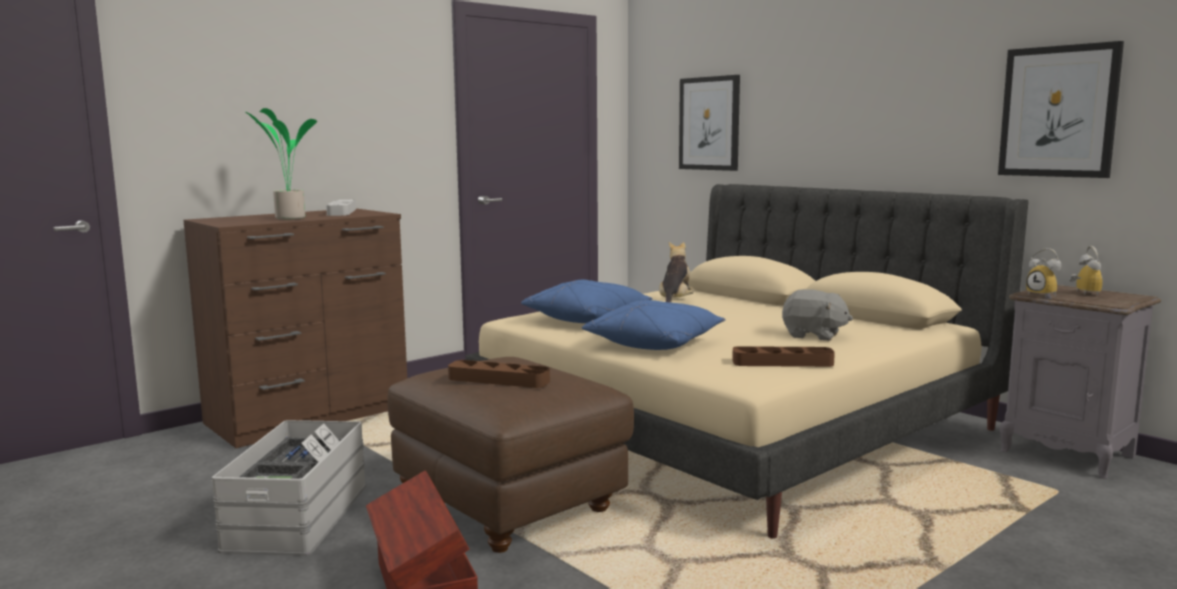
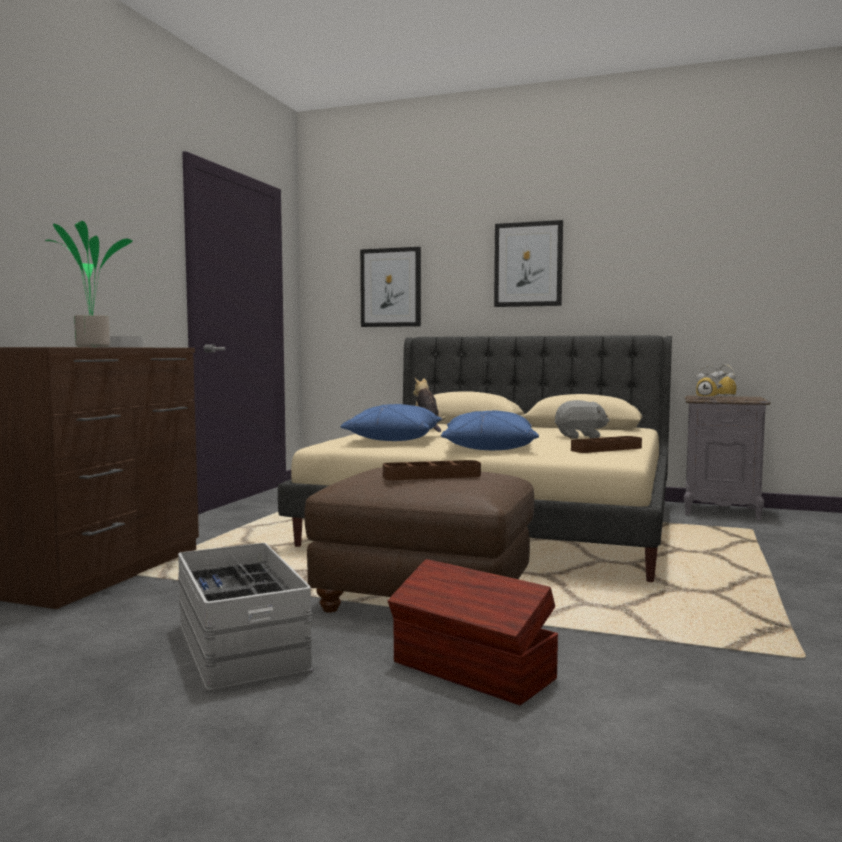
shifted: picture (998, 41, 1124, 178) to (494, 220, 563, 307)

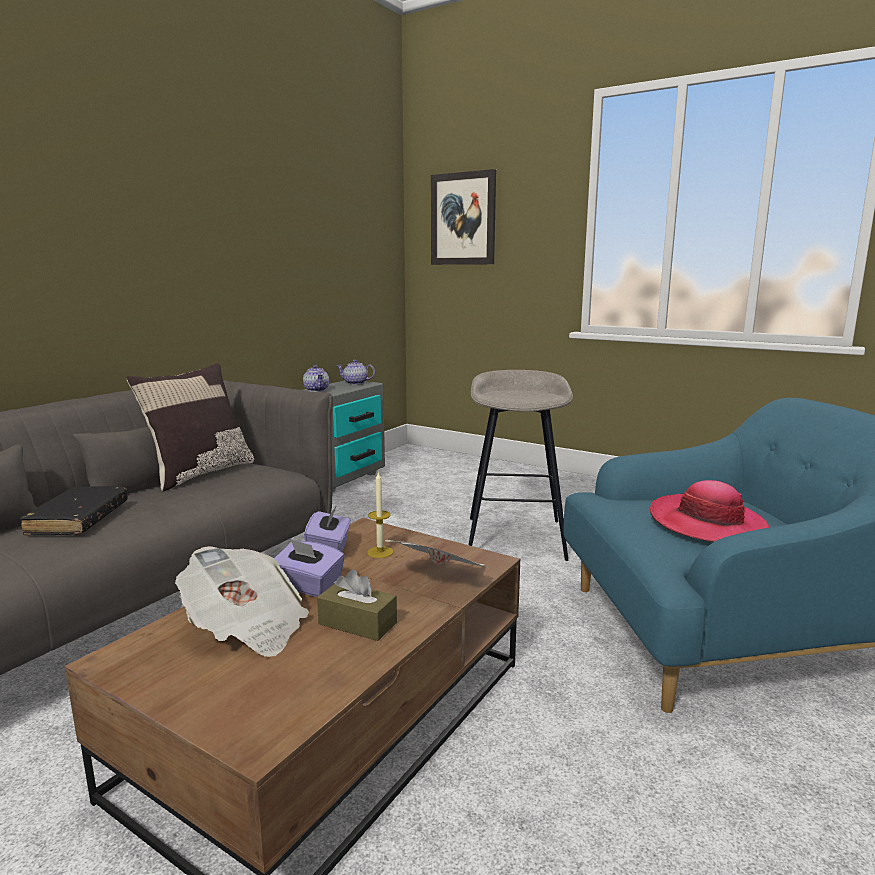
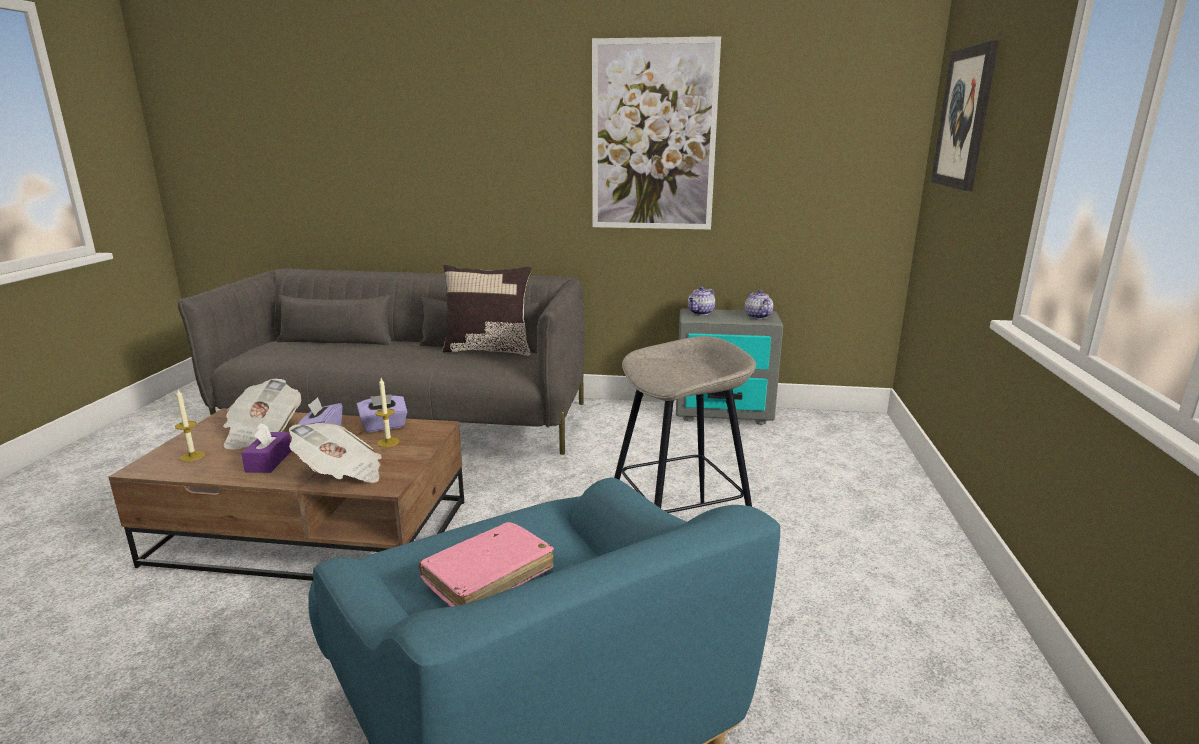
gone: black book (20, 486, 128, 535)
new: candle (175, 390, 205, 462); picture (592, 36, 721, 230)
swapped: hat (650, 480, 769, 542) to pink book (419, 522, 554, 607)
repainted: brown tissue box (317, 570, 397, 641) to purple tissue box (241, 423, 291, 473)

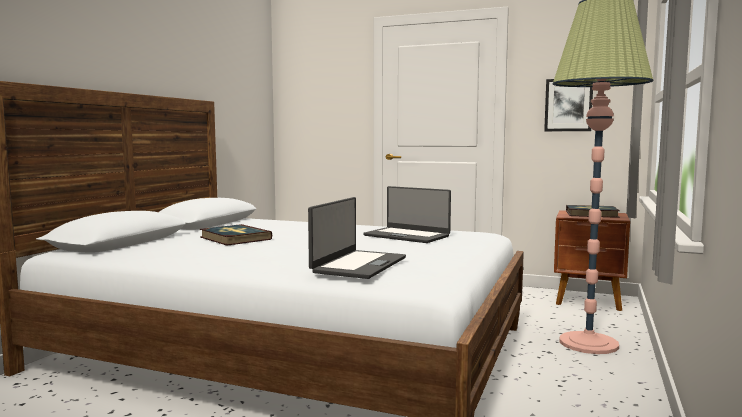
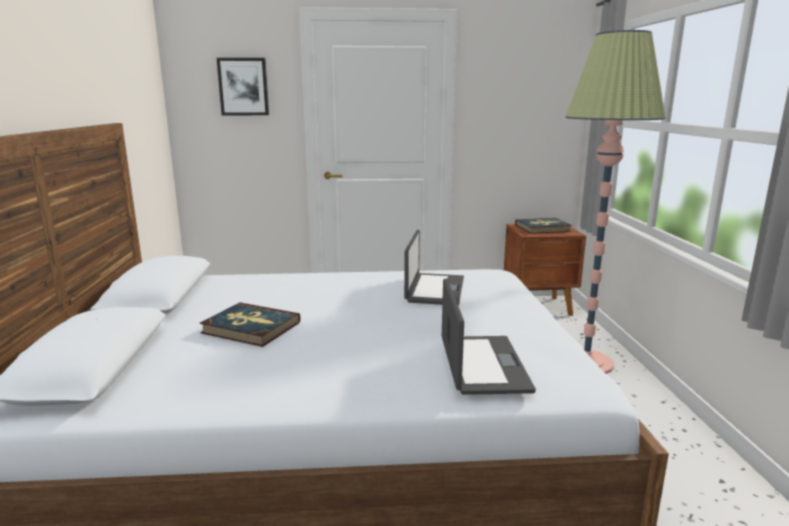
shifted: picture (544, 79, 593, 131) to (217, 58, 269, 115)
rotated: laptop (363, 186, 451, 243) = (404, 230, 464, 305) 90 degrees counterclockwise

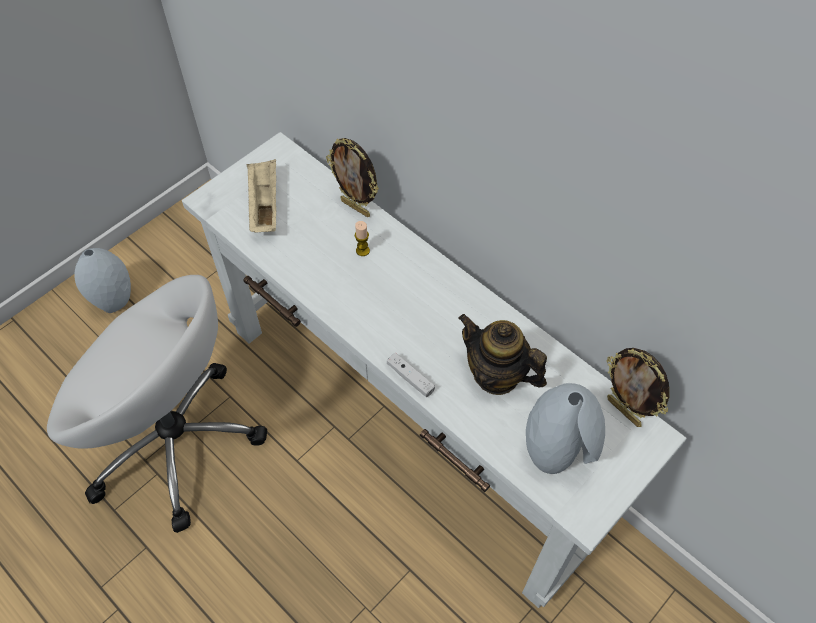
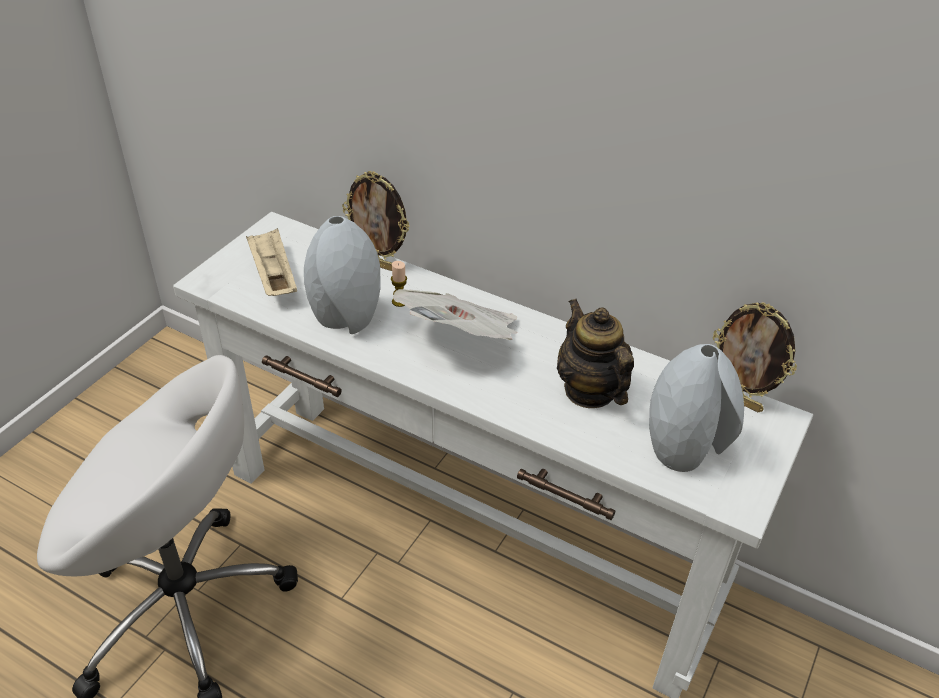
gone: white game controller (387, 353, 435, 397)
new: newspaper (393, 289, 517, 340)
shifted: grey vase (74, 248, 131, 313) to (304, 216, 381, 334)
rotated: teapot (458, 314, 547, 395) = (557, 299, 634, 408) 45 degrees clockwise

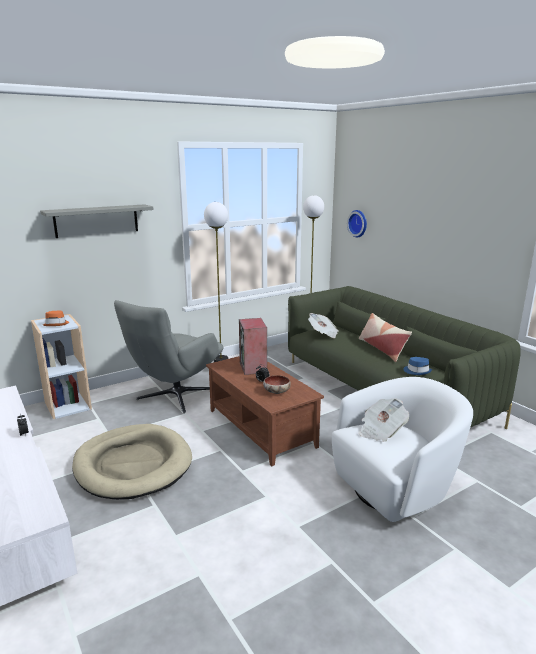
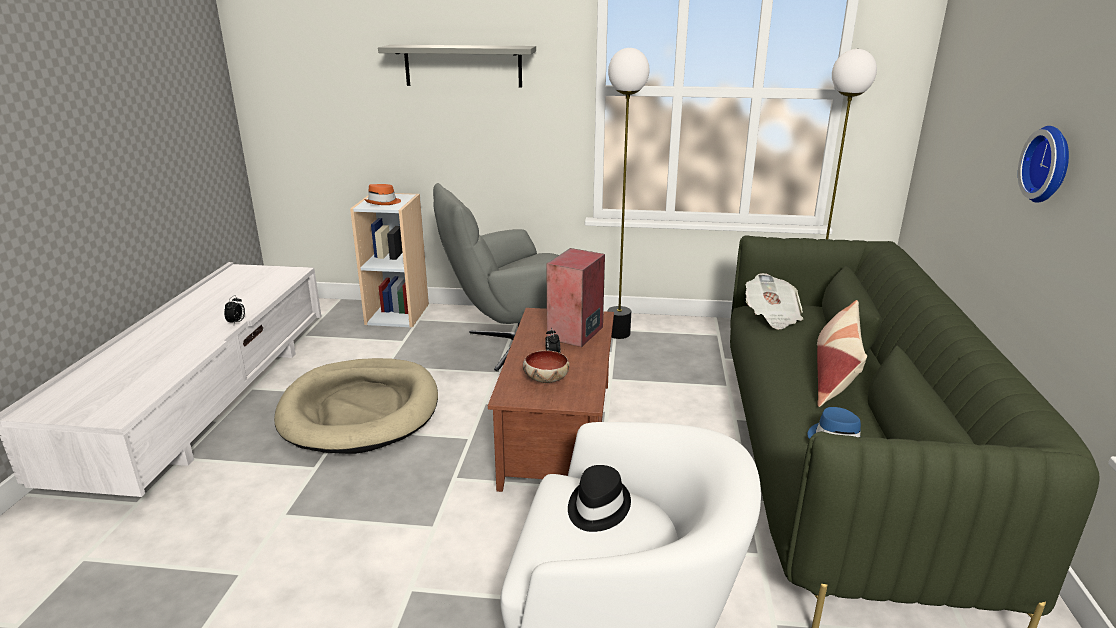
shifted: wall clock (347, 210, 367, 238) to (1018, 126, 1069, 203)
swapped: newspaper (359, 398, 409, 442) to black hat (568, 465, 631, 532)

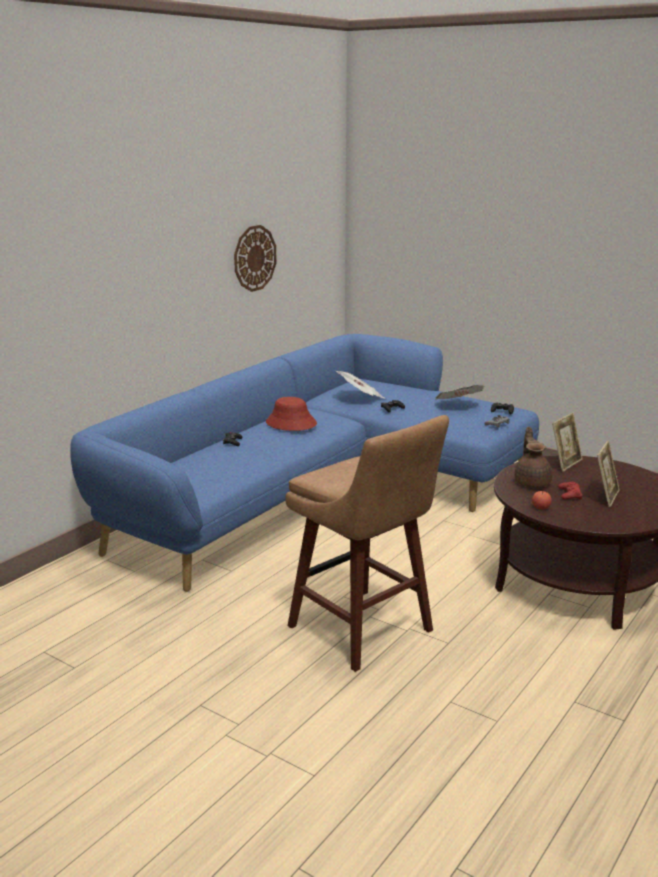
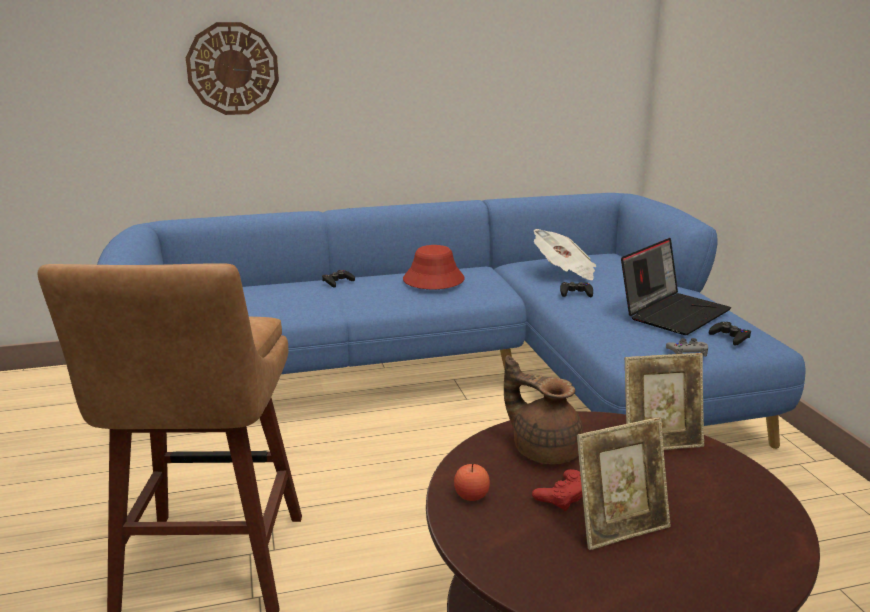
shifted: wall clock (234, 225, 277, 292) to (186, 22, 279, 115)
swapped: newspaper (436, 385, 484, 399) to laptop (621, 238, 731, 335)
rotated: brown teapot (514, 427, 552, 487) = (504, 355, 584, 464) 90 degrees counterclockwise

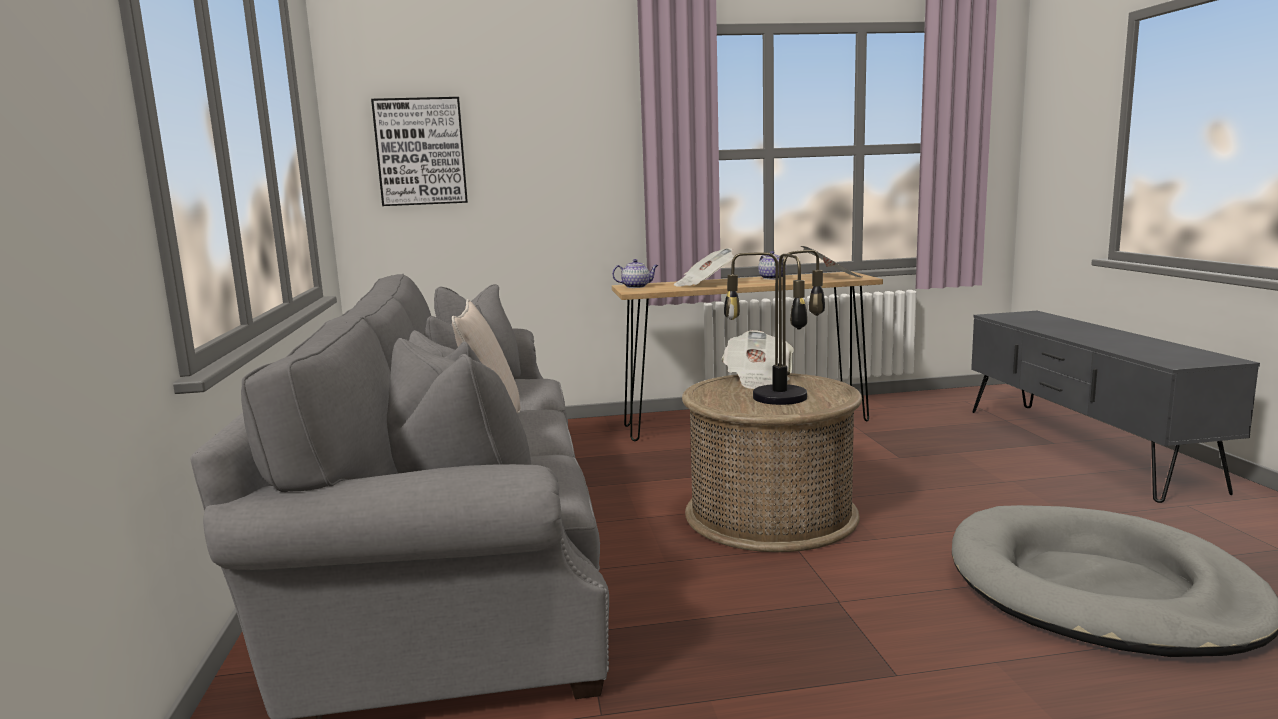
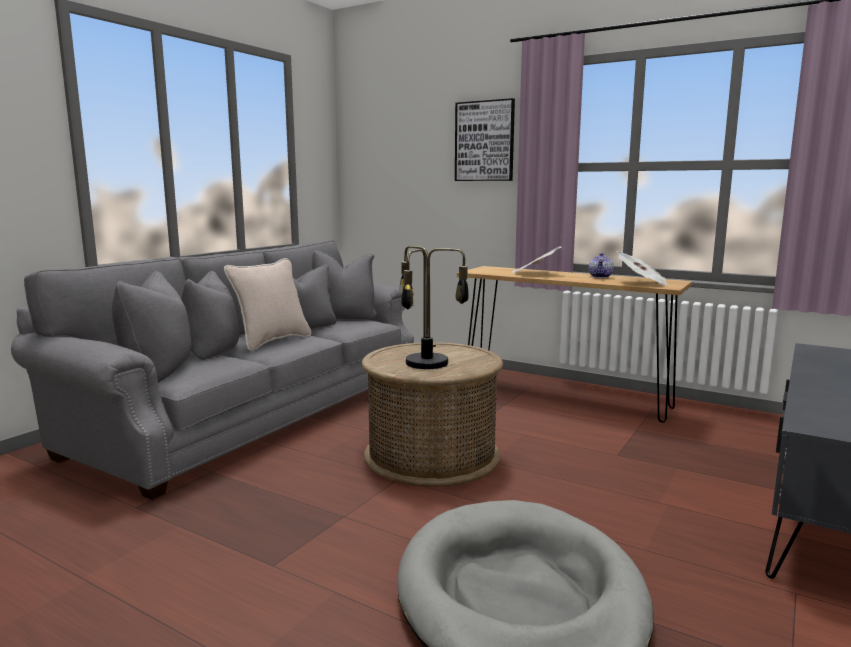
gone: teapot (612, 259, 658, 288); newspaper (722, 330, 794, 389)
shifted: picture (371, 97, 468, 206) to (455, 98, 515, 181)

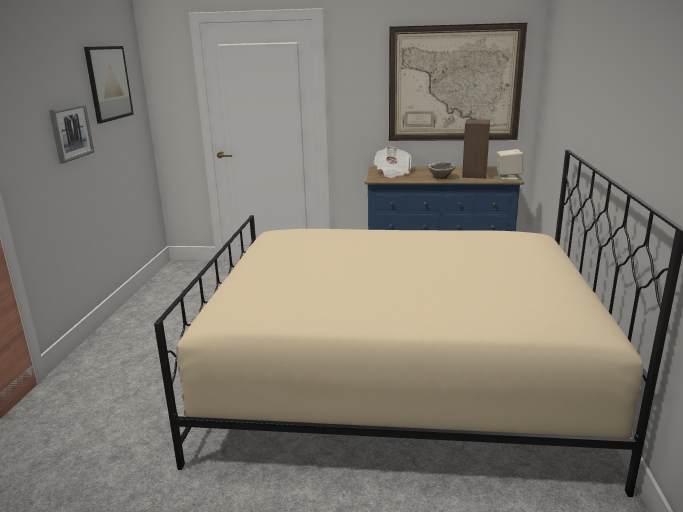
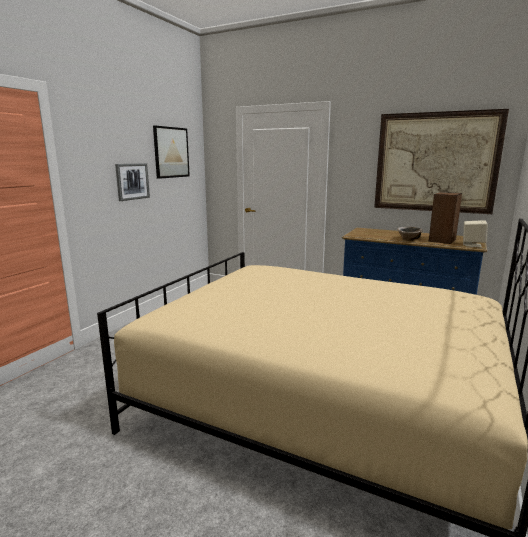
gone: newspaper (373, 147, 412, 178)

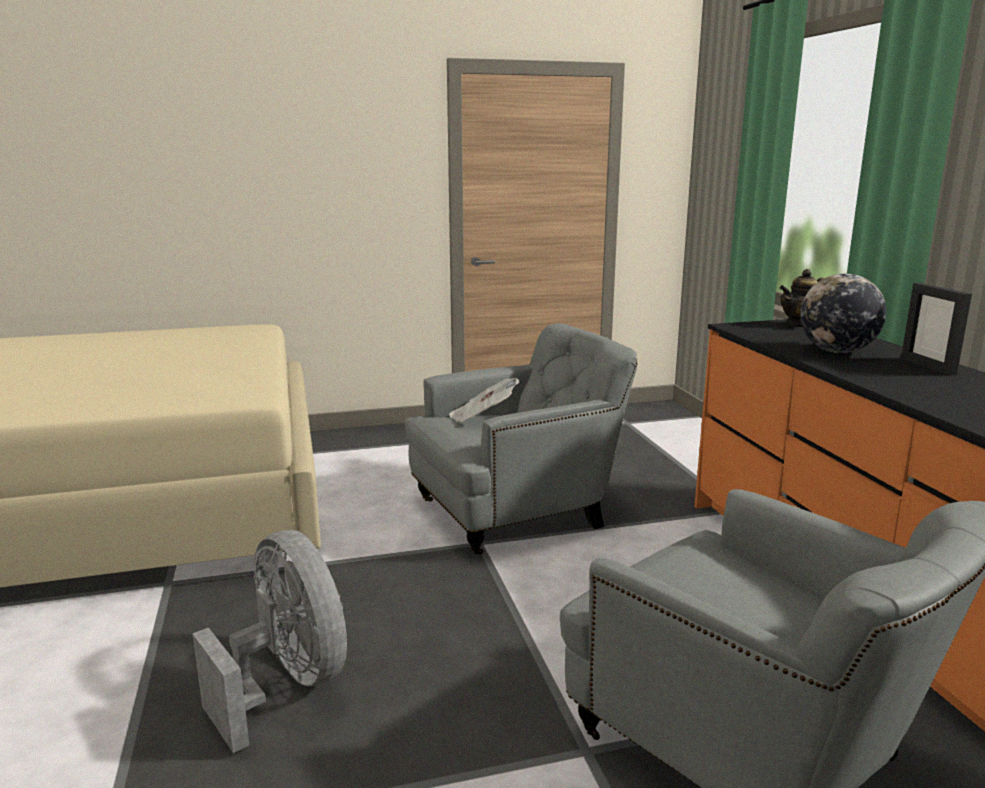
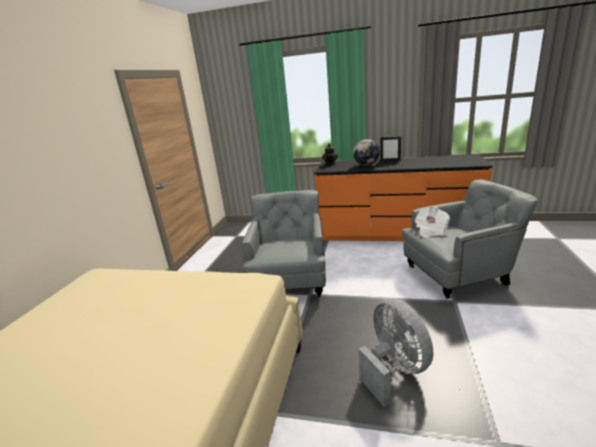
shifted: newspaper (449, 378, 519, 423) to (415, 206, 450, 237)
rotated: grey fan (192, 530, 347, 753) = (359, 299, 433, 407) 75 degrees clockwise

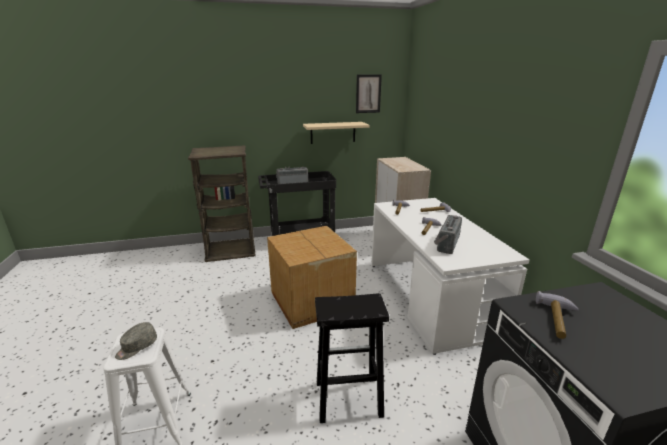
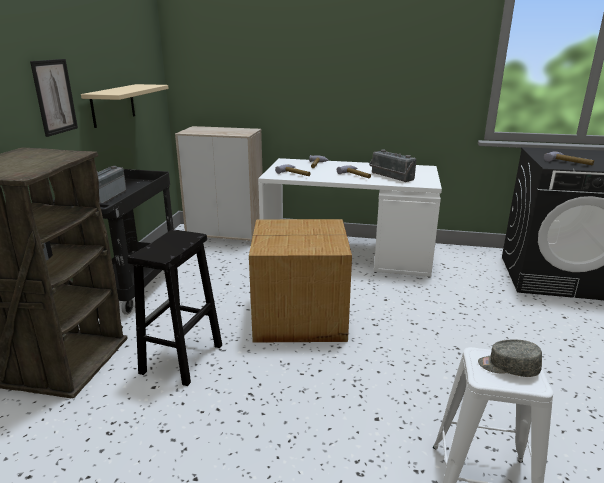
shifted: black stool (315, 293, 389, 423) to (127, 229, 222, 386); picture (356, 74, 382, 113) to (30, 59, 78, 137)
rotated: grey cap (115, 322, 157, 360) = (478, 340, 542, 377) 135 degrees clockwise

